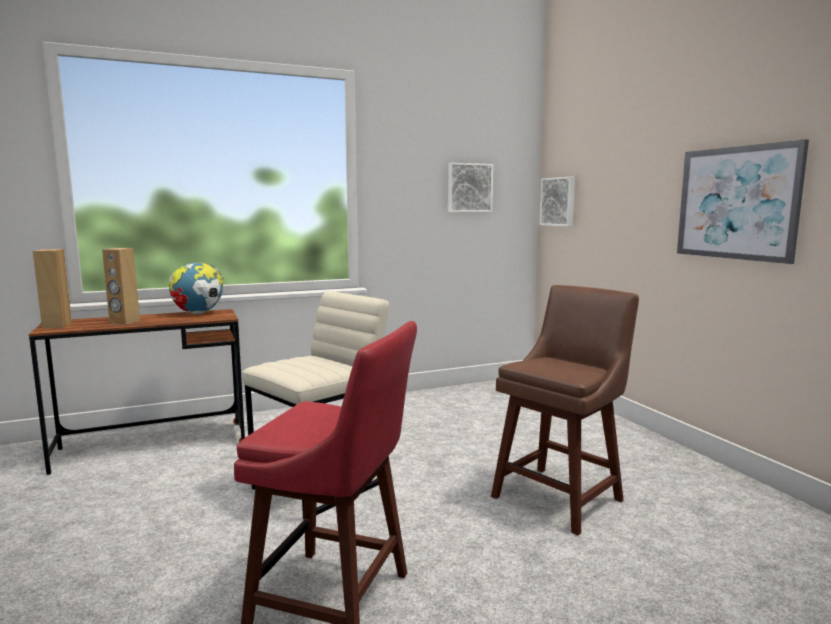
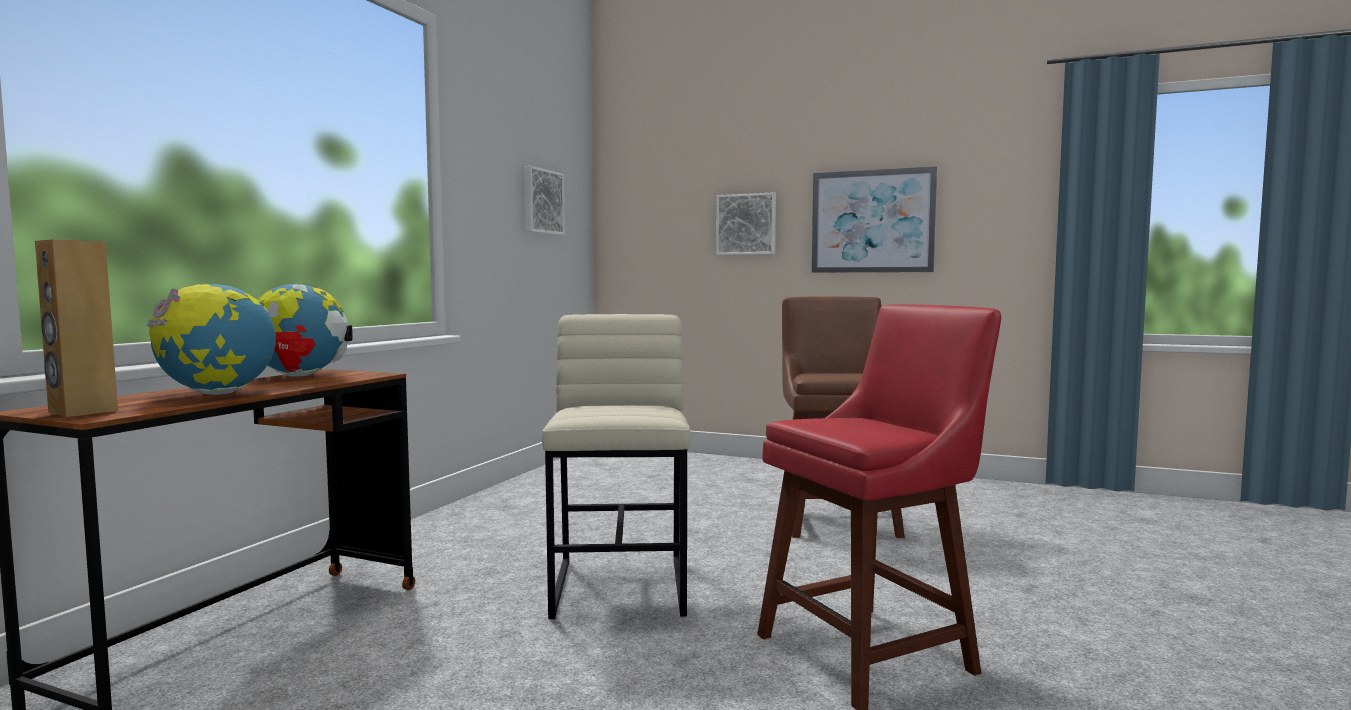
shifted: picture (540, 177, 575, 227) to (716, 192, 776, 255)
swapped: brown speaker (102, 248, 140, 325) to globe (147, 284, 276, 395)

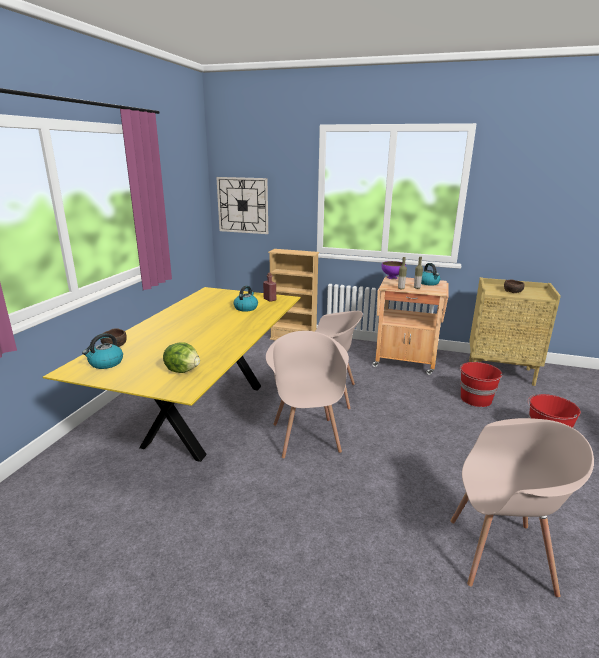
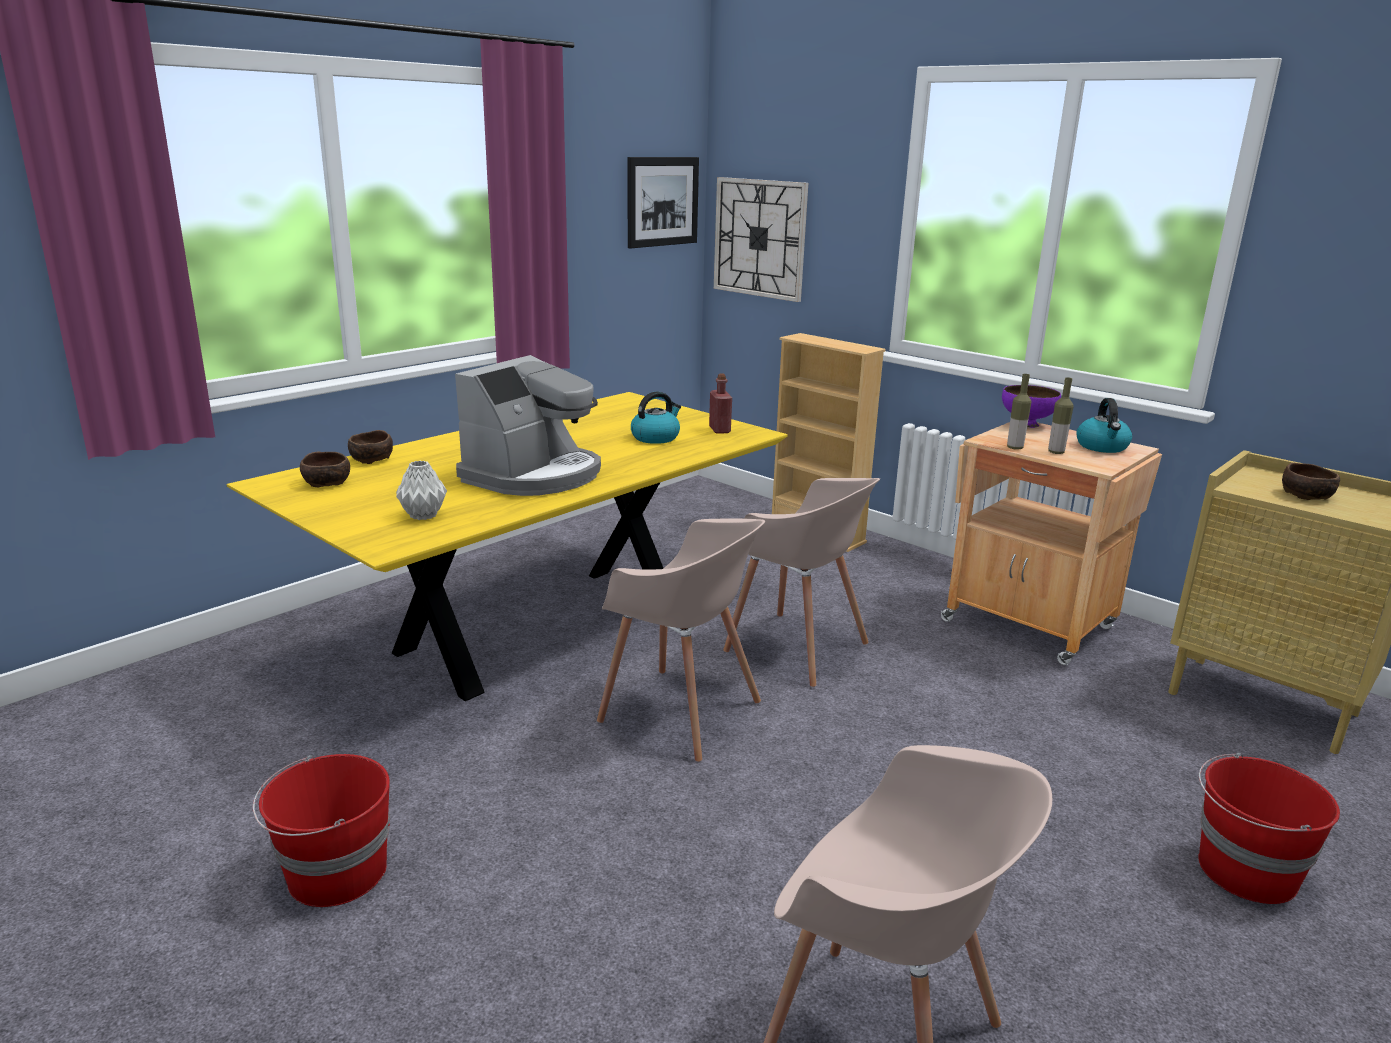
new: coffee machine (455, 355, 601, 496); picture (628, 157, 699, 249)
shifted: red bucket (460, 362, 503, 407) to (253, 754, 390, 907)
swapped: kettle (82, 333, 123, 369) to brown bowl (300, 452, 350, 488); lettuce (163, 342, 200, 373) to grey vase (396, 461, 447, 520)
rotated: beige chair (266, 331, 349, 458) = (597, 518, 765, 762) 105 degrees clockwise

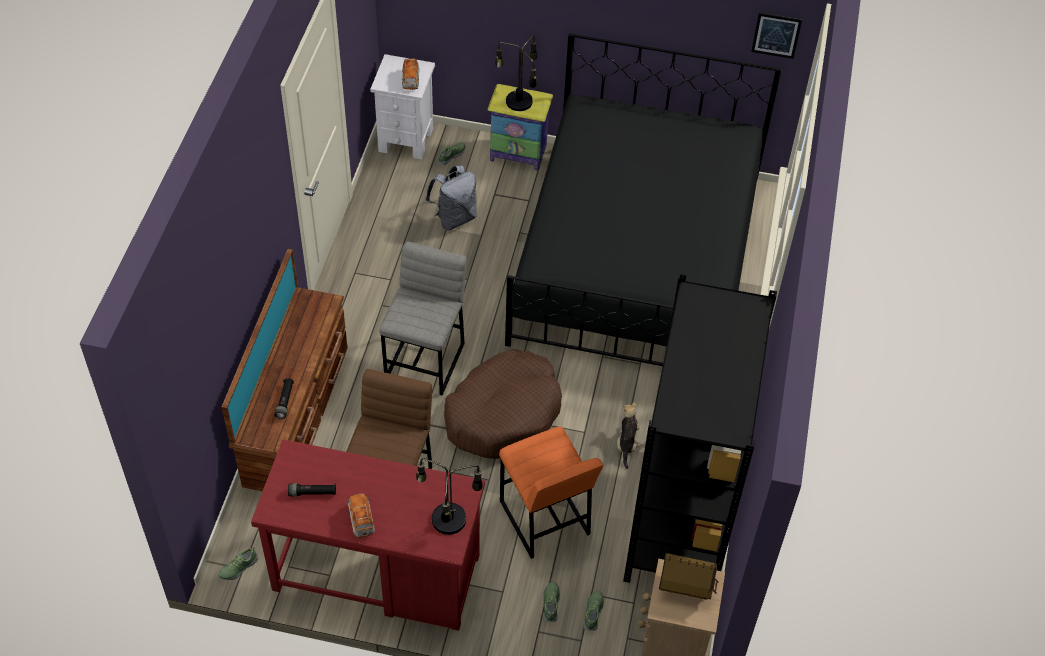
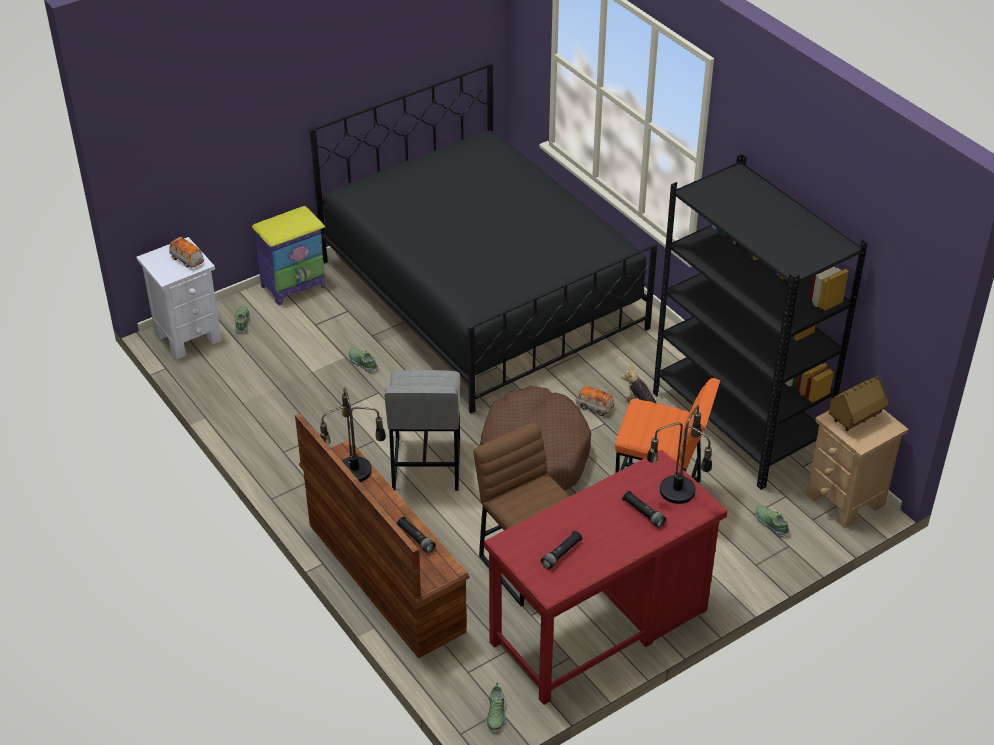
gone: grey backpack (426, 165, 477, 230); picture (751, 13, 802, 59)
new: black flashlight (622, 491, 666, 528)
shifted: toy car (347, 494, 375, 538) to (576, 386, 615, 416); table lamp (495, 35, 537, 111) to (320, 387, 386, 482); shoe (543, 582, 560, 622) to (349, 348, 378, 373)
rotated: grey chair (379, 241, 467, 395) = (385, 370, 460, 491) 150 degrees counterclockwise

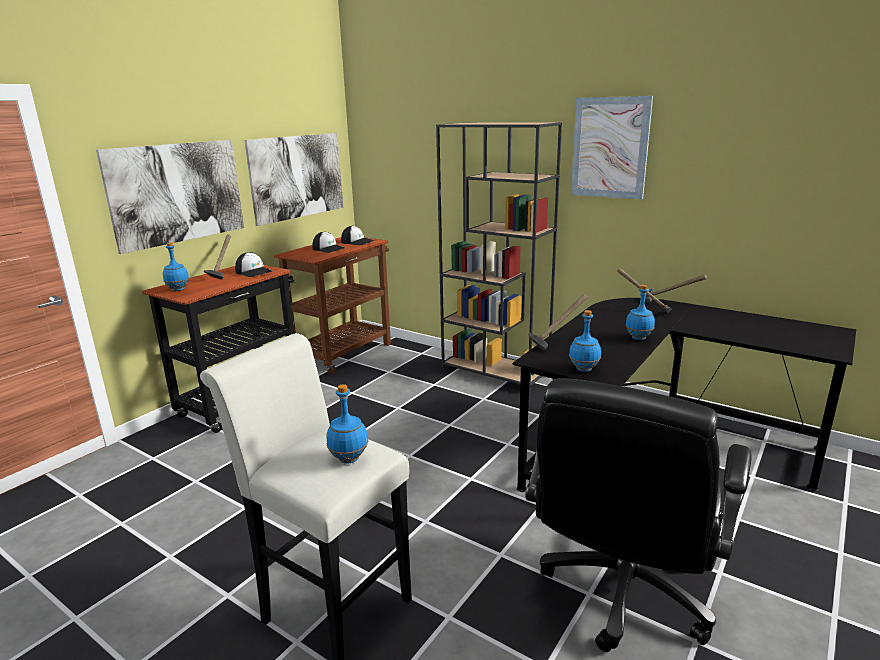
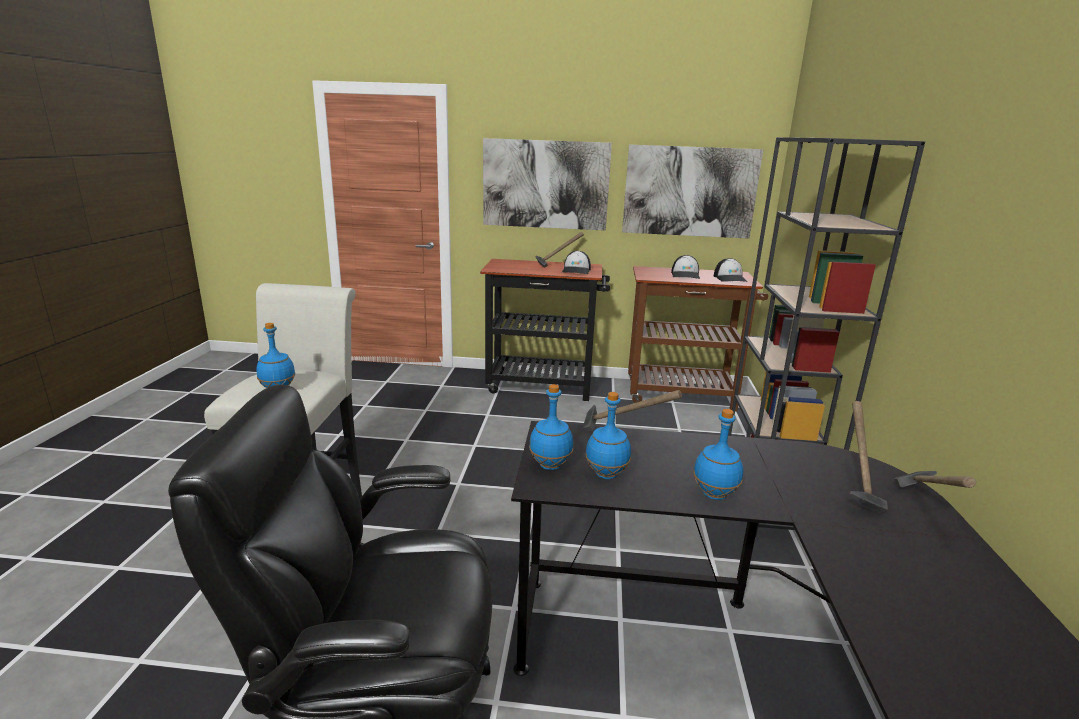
gone: picture (571, 96, 653, 199)
shifted: blue bottle (163, 242, 189, 291) to (585, 392, 631, 479)

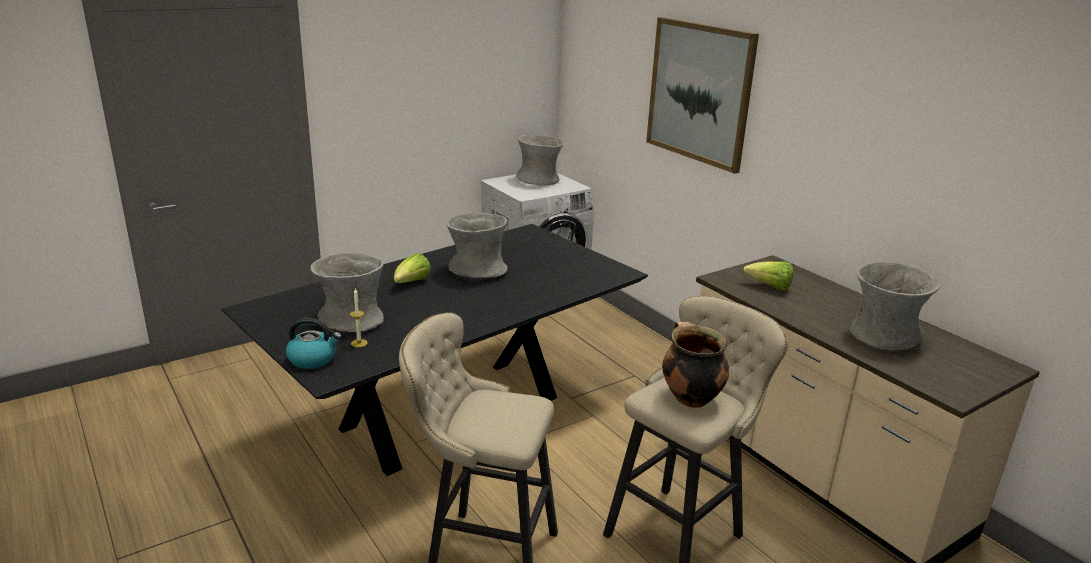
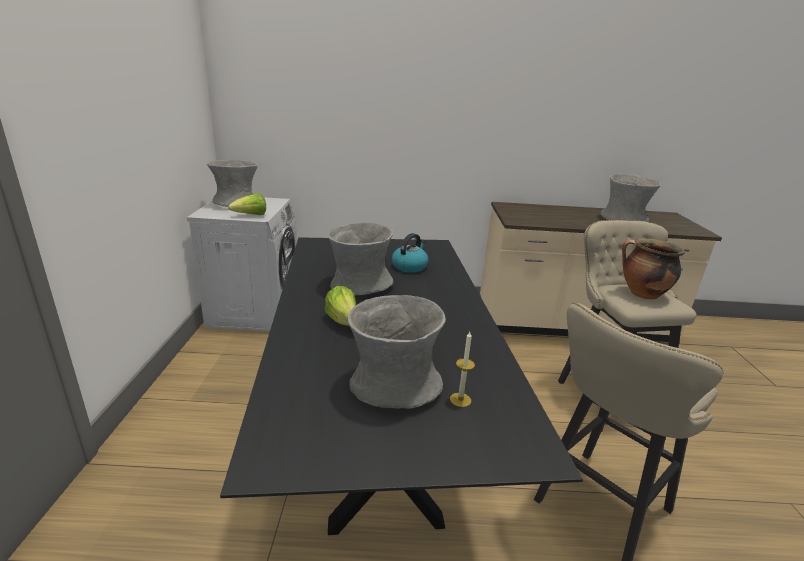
gone: picture (646, 17, 759, 174)
shifted: kettle (286, 318, 342, 369) to (392, 233, 428, 273); lettuce (743, 261, 793, 291) to (228, 193, 266, 215)

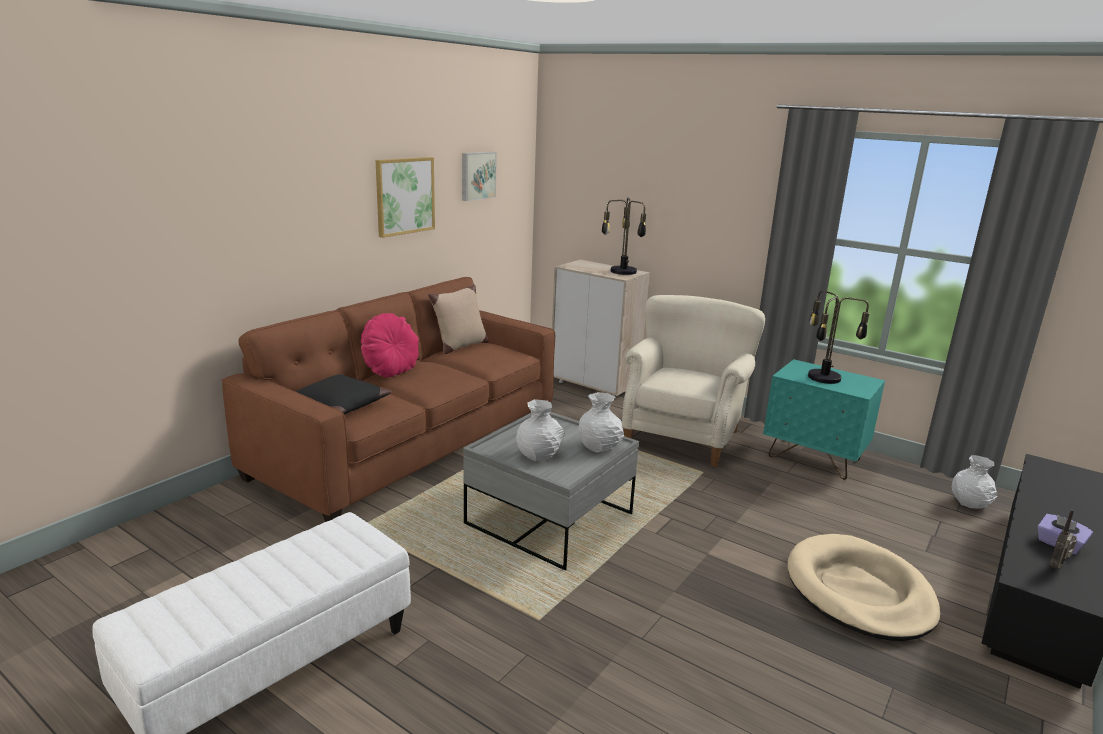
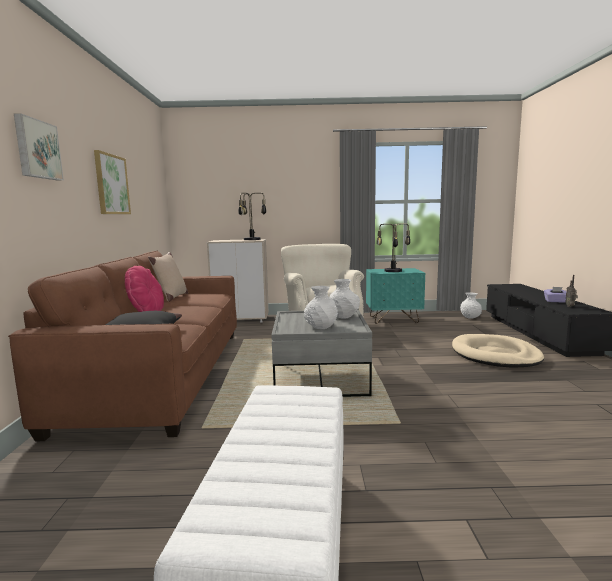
shifted: picture (462, 152, 497, 201) to (14, 113, 64, 180)

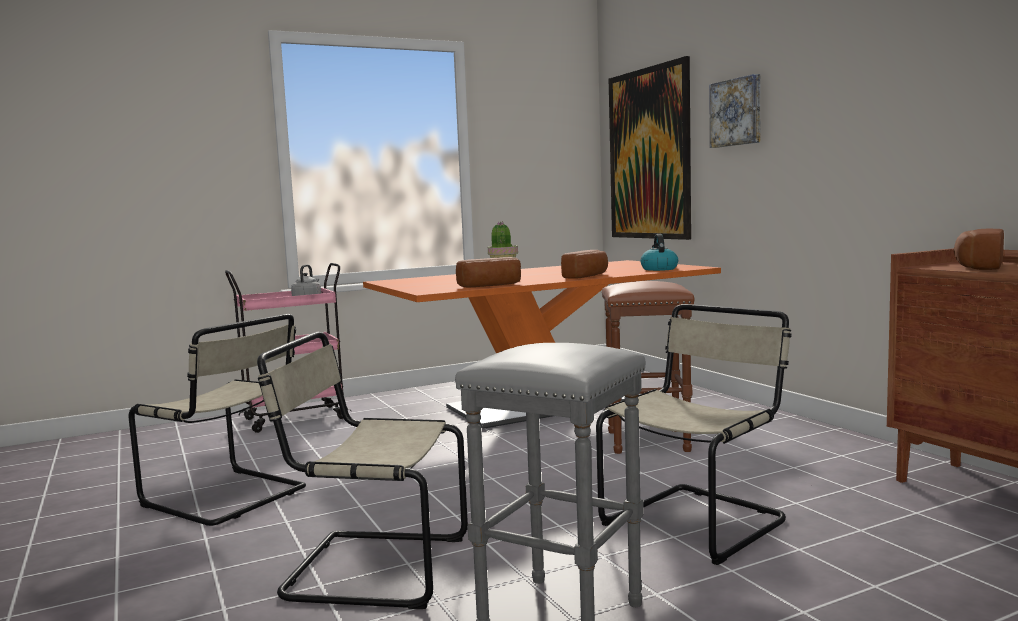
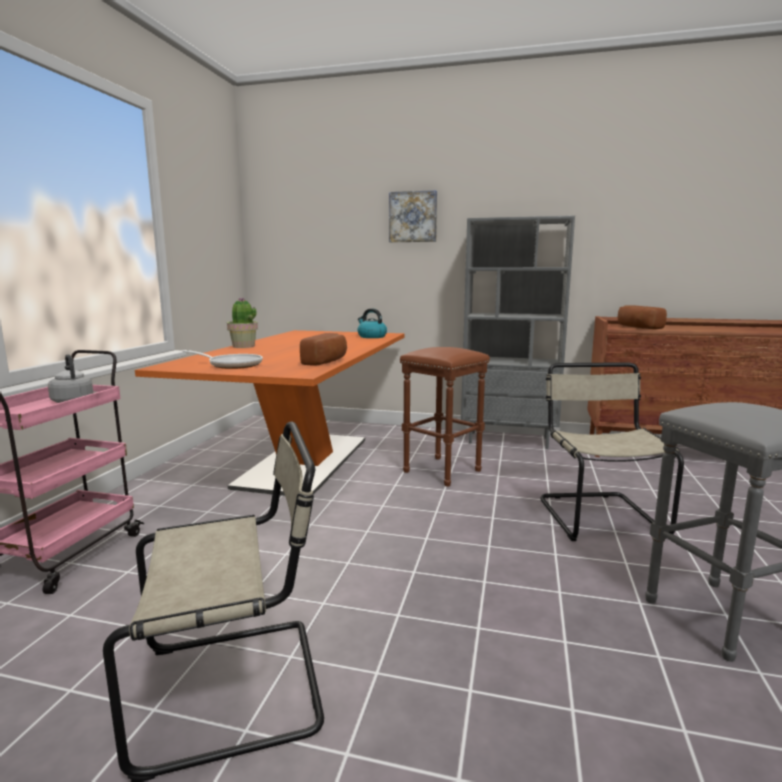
gone: beige chair (257, 332, 468, 609); bread (561, 250, 608, 279); picture (609, 56, 691, 240)
new: frying pan (182, 350, 263, 369); grey bookcase (461, 215, 575, 449)

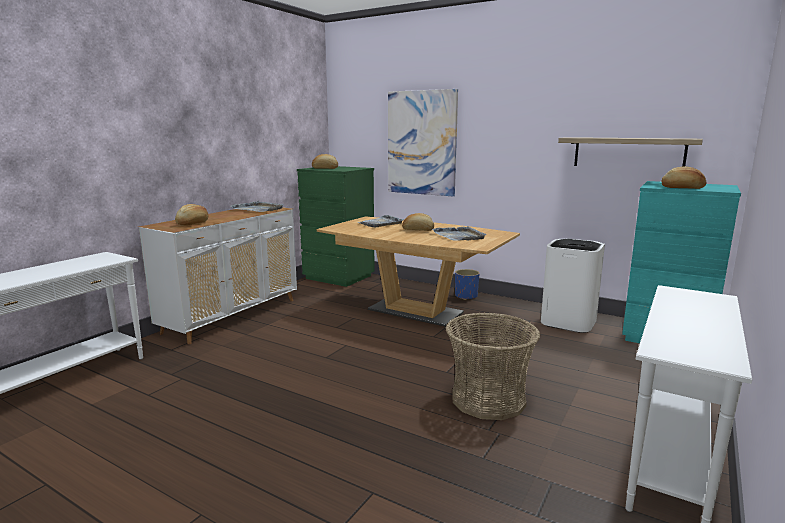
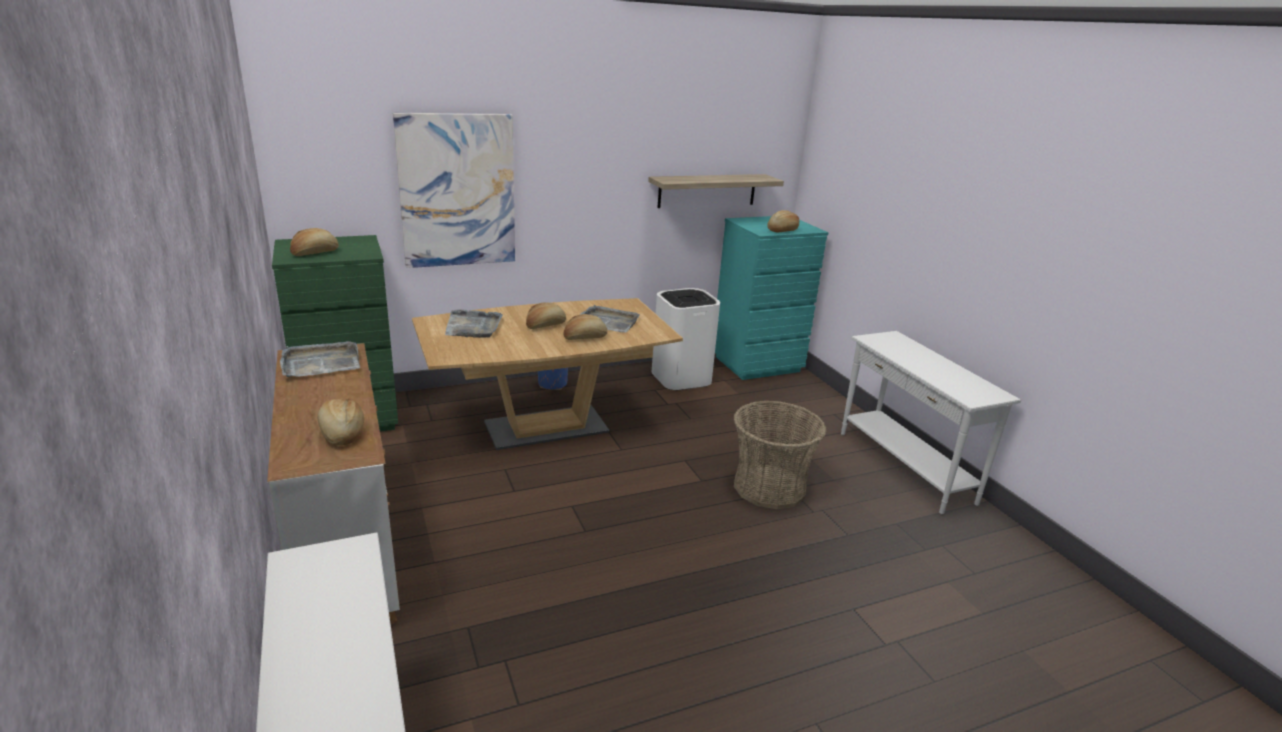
new: bread (563, 314, 607, 340)

